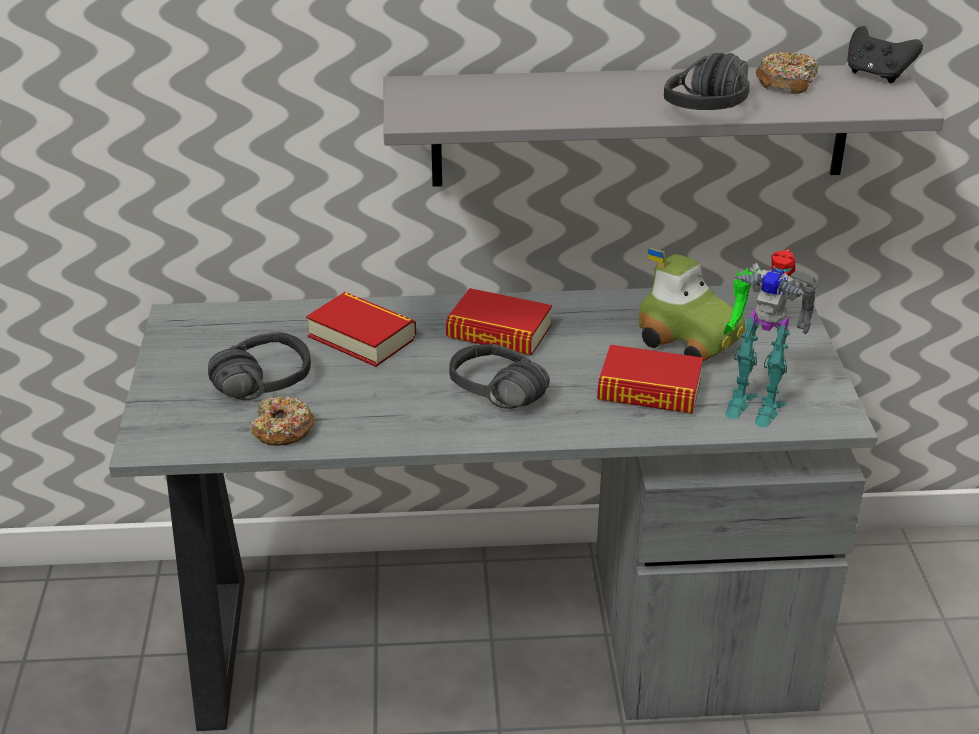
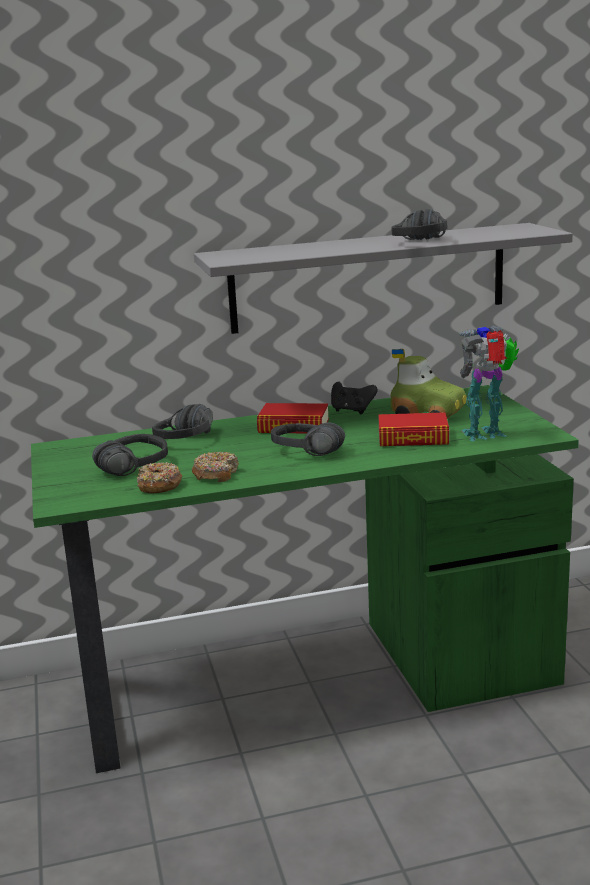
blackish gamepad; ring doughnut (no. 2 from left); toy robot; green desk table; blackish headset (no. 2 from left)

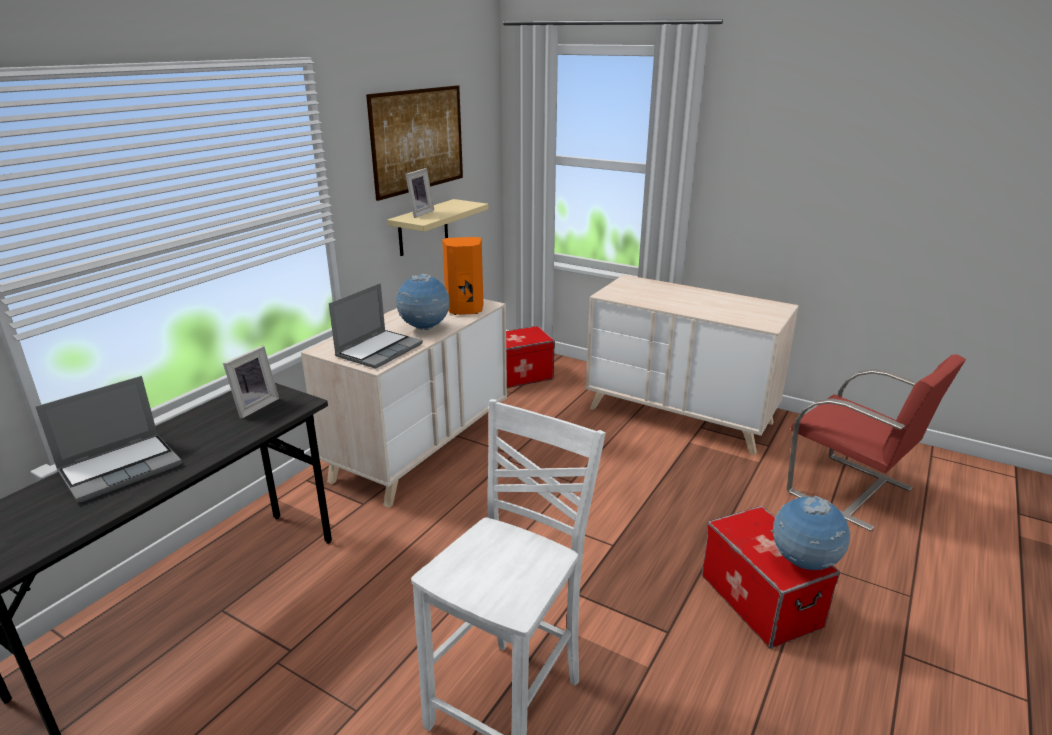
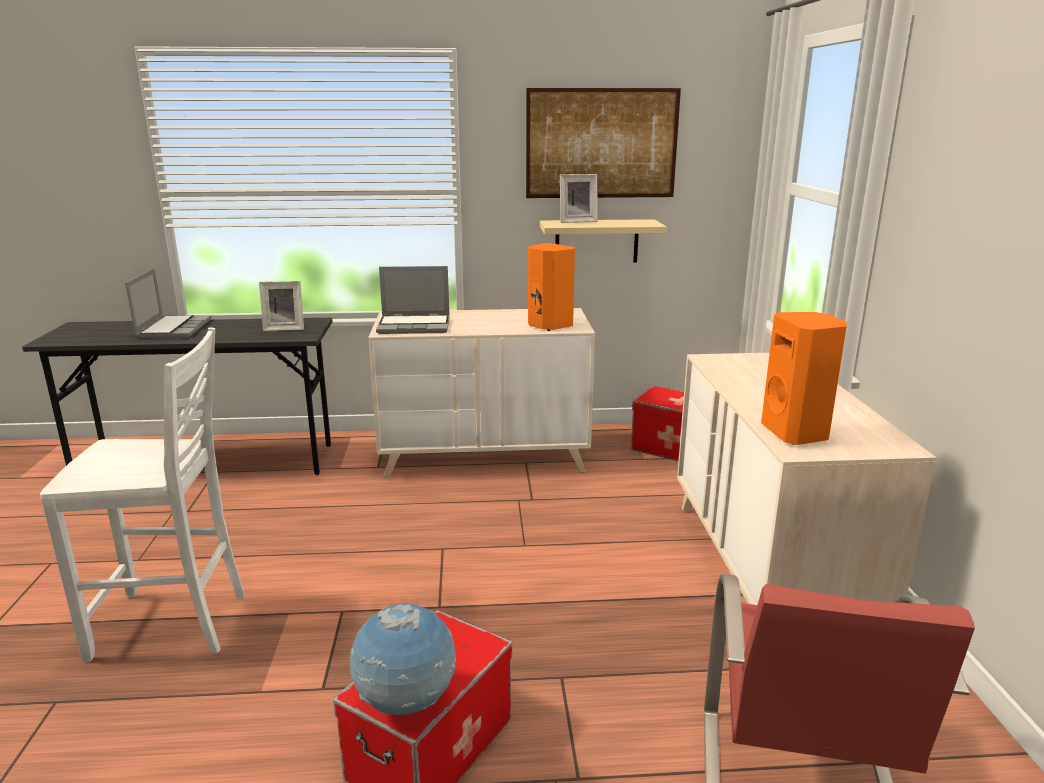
world globe (no. 1 from left in the first image); laptop (no. 1 from left); orange loudspeaker (no. 2 from left)

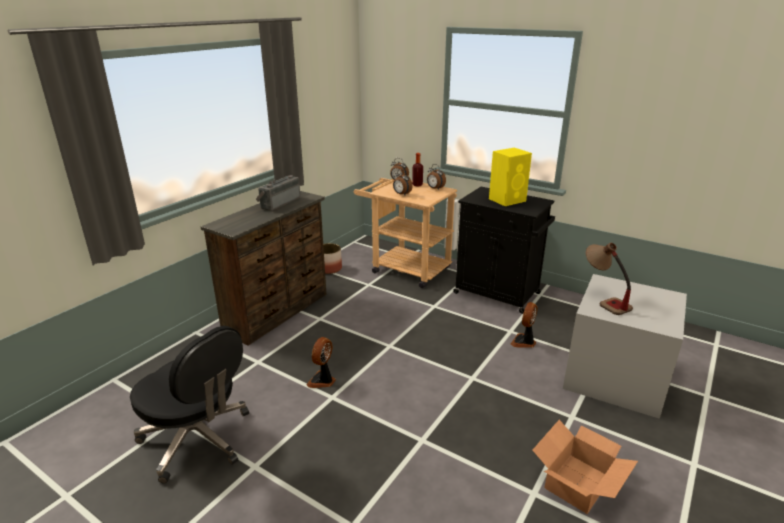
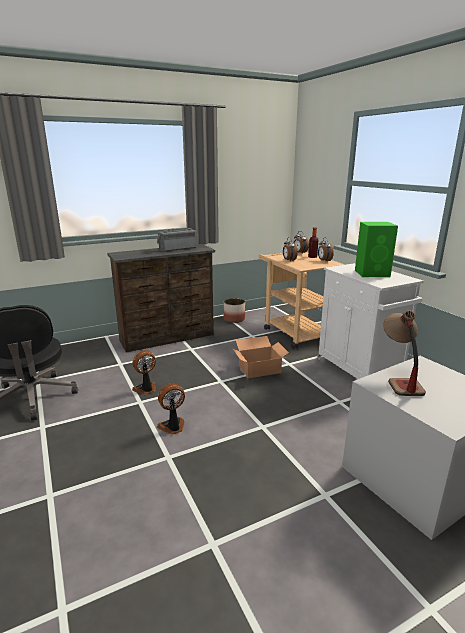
green loudspeaker; whitish storage cabinet; cooling fan (no. 2 from left); carton

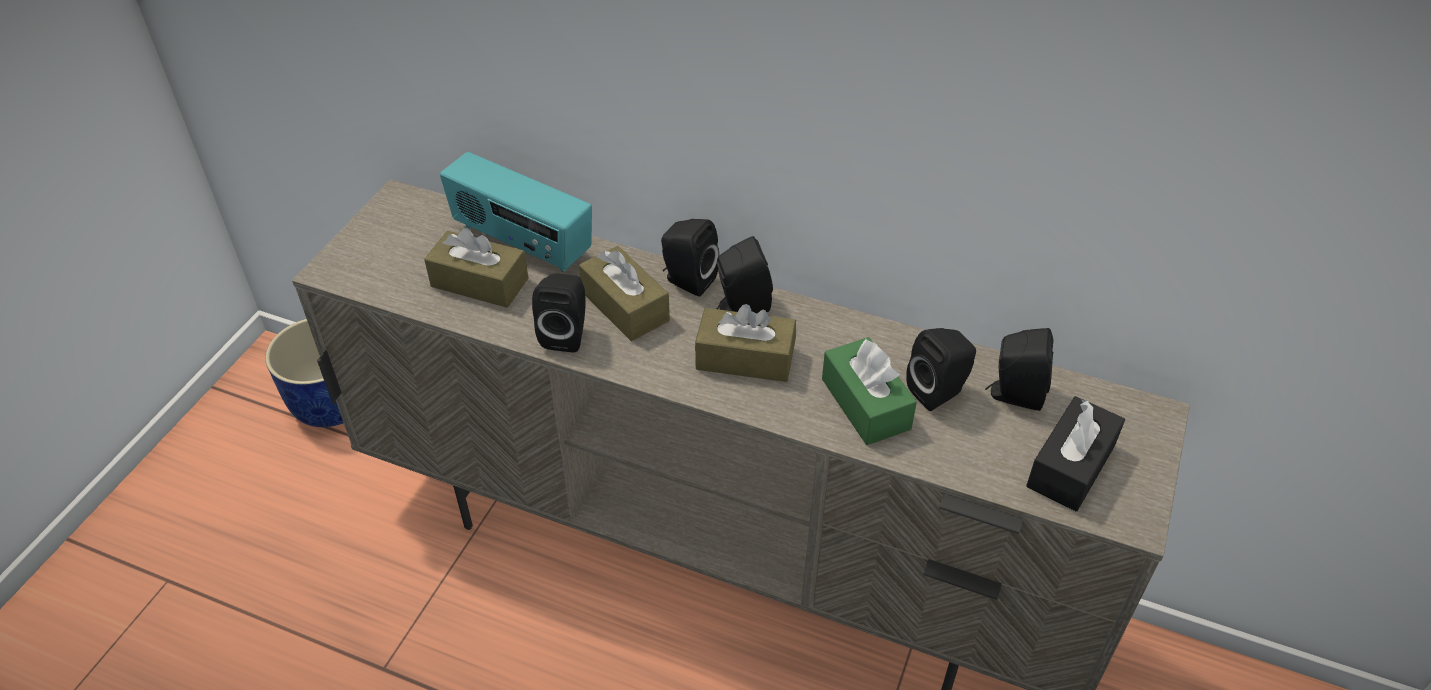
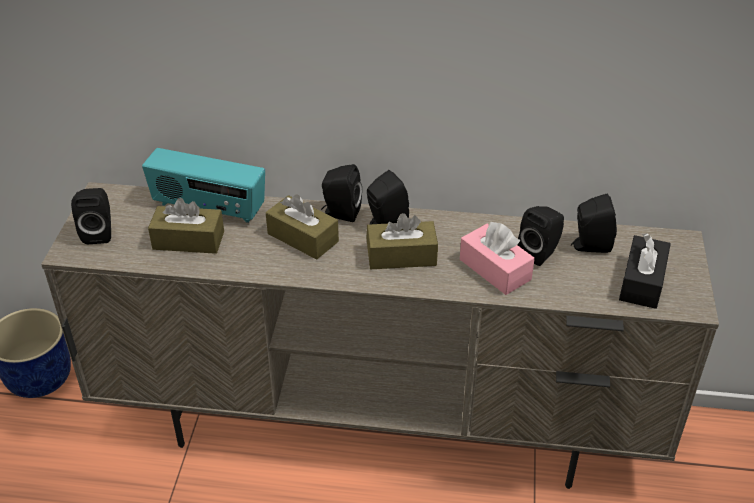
blackish loudspeaker (no. 1 from left); pinkish tissue holder

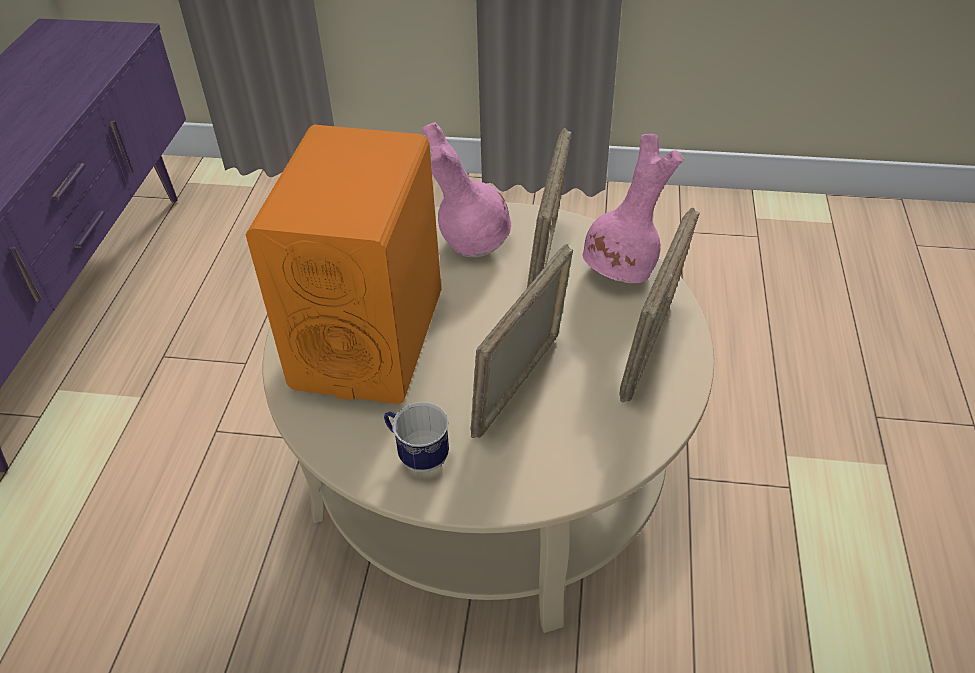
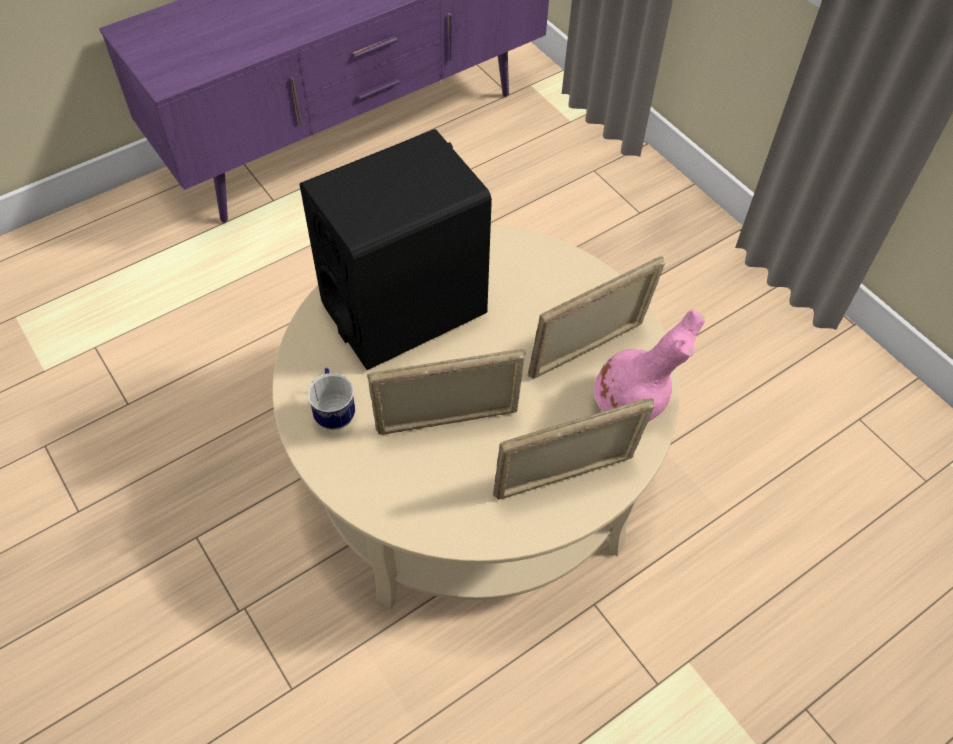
pinkish flower vase (no. 1 from left in the first image); blackish loudspeaker

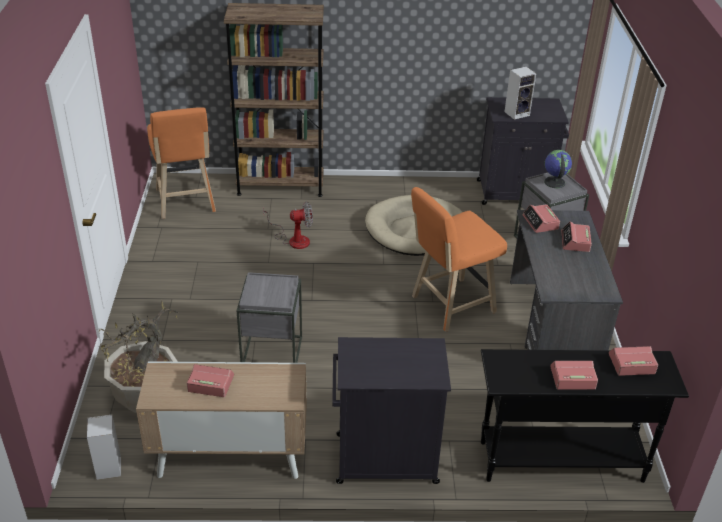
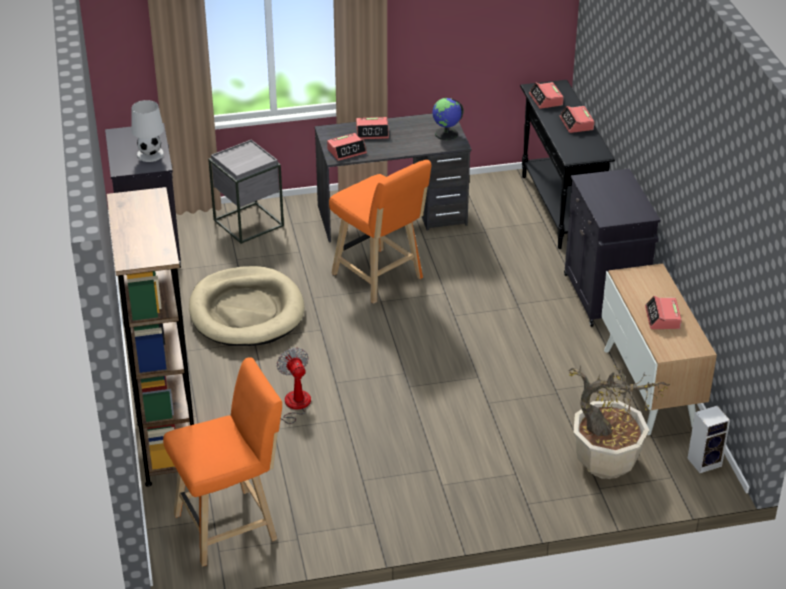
whitish table lamp; world globe; greyish side table (no. 1 from left in the first image)

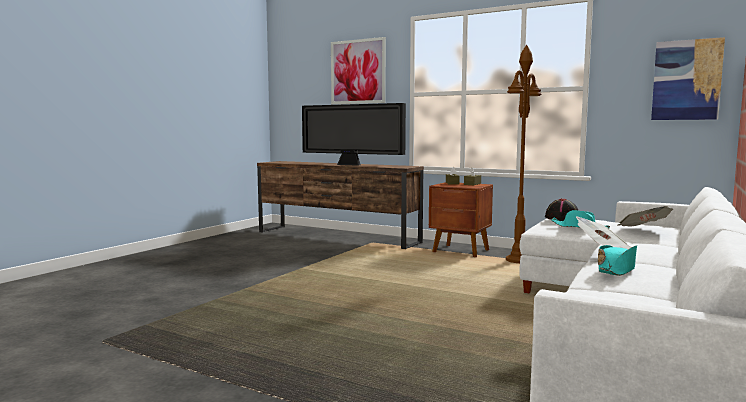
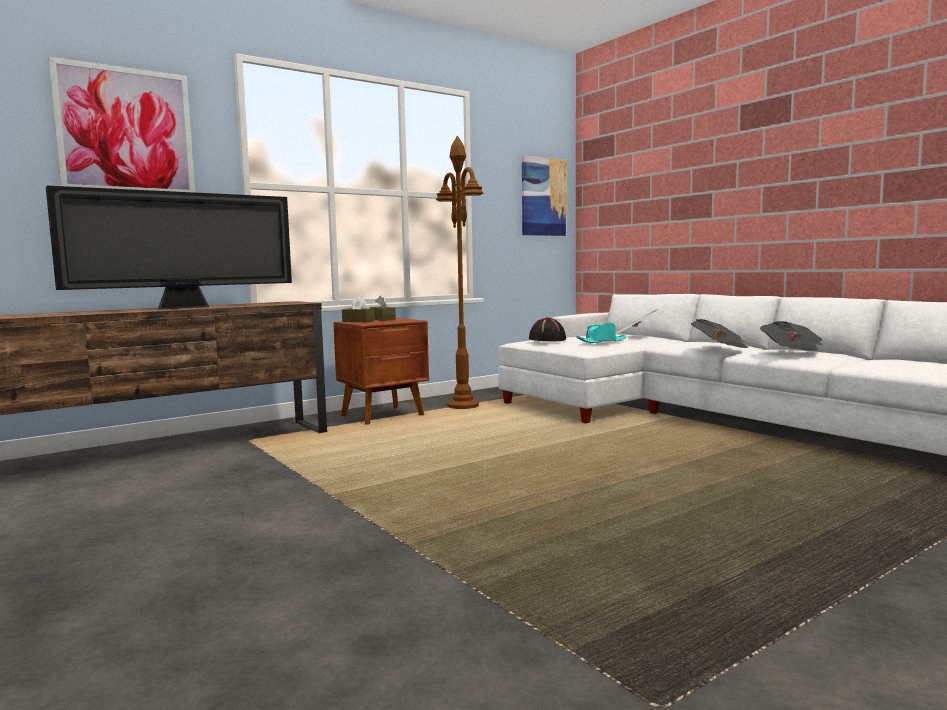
newspaper (no. 3 from left)

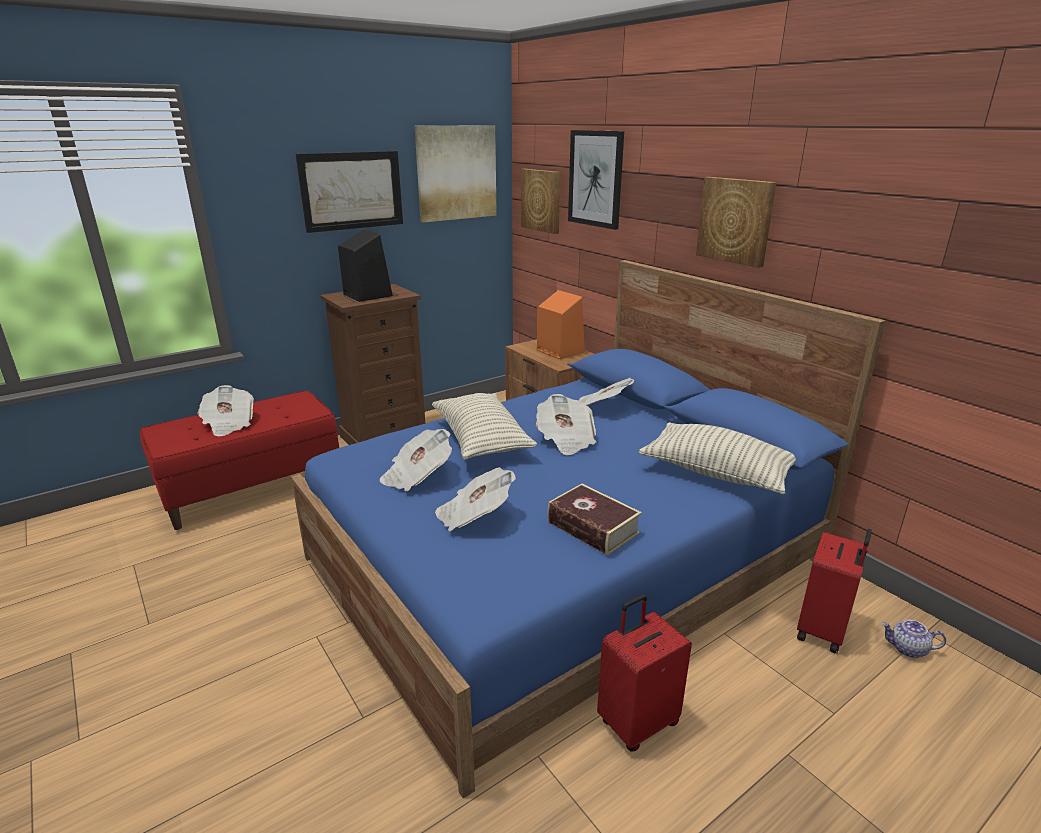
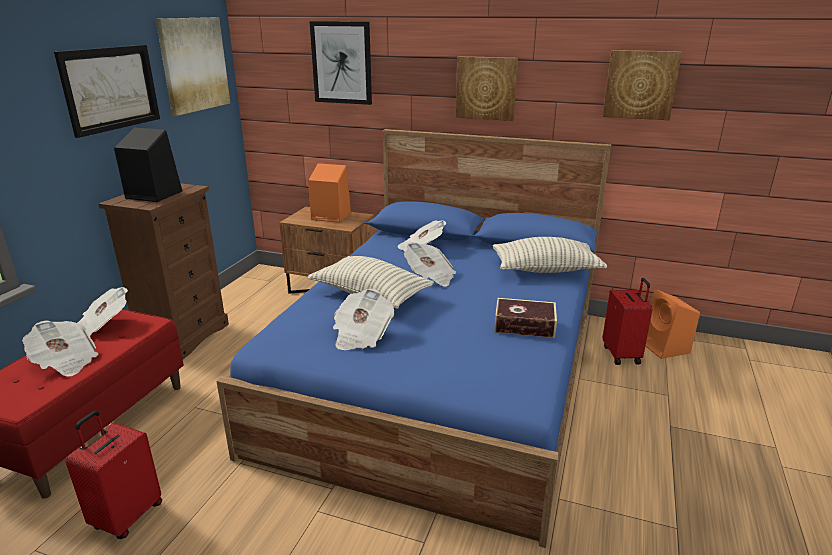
picture (no. 5 from left); newspaper (no. 2 from left); red suitcase (no. 1 from left); orange loudspeaker (no. 2 from left)

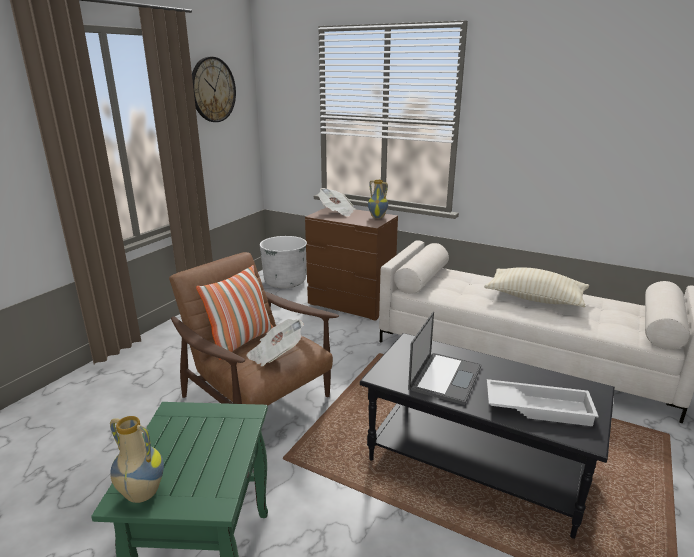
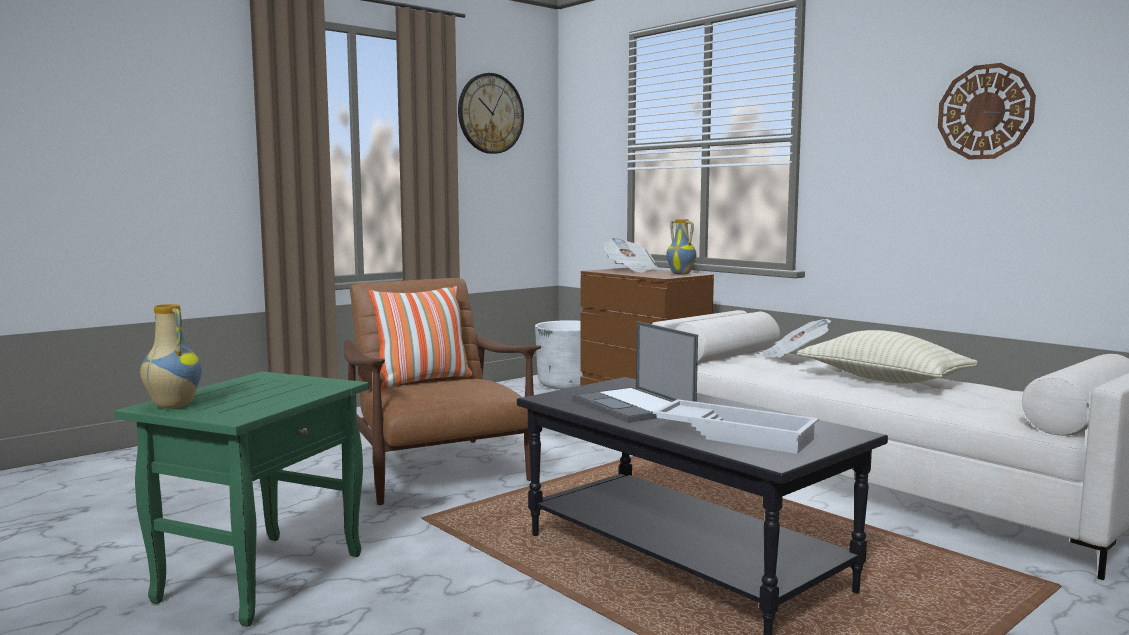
laptop; newspaper (no. 2 from left); wall clock (no. 2 from left)

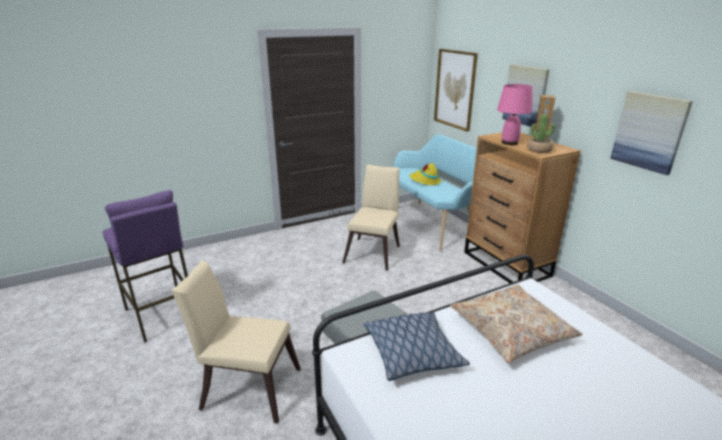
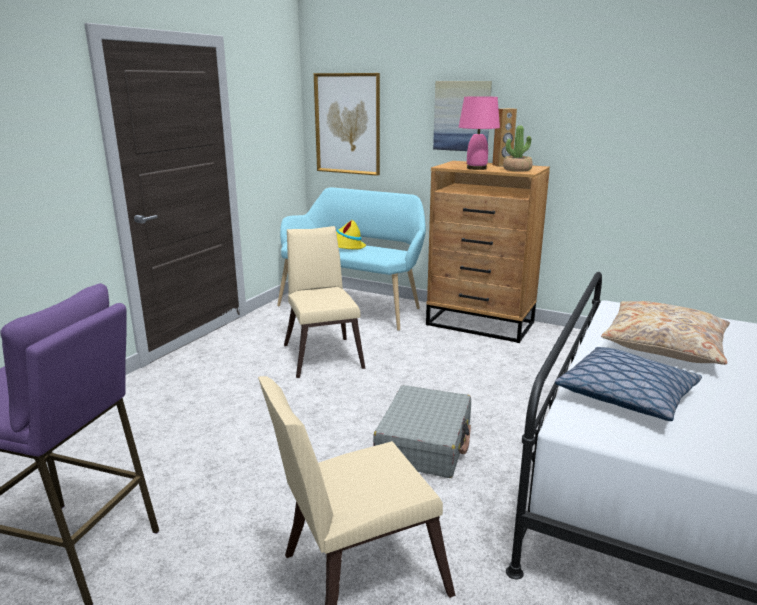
picture (no. 3 from left in the first image)

